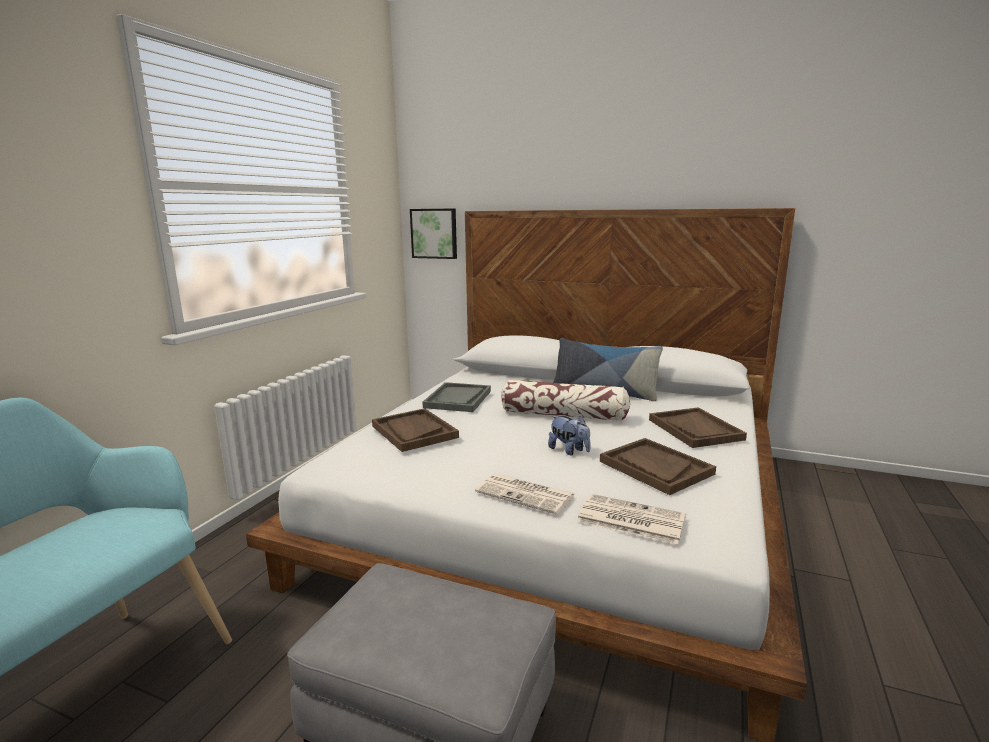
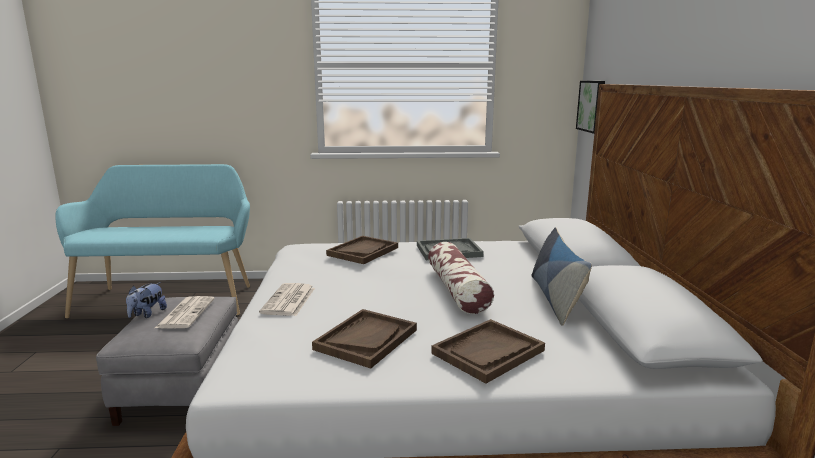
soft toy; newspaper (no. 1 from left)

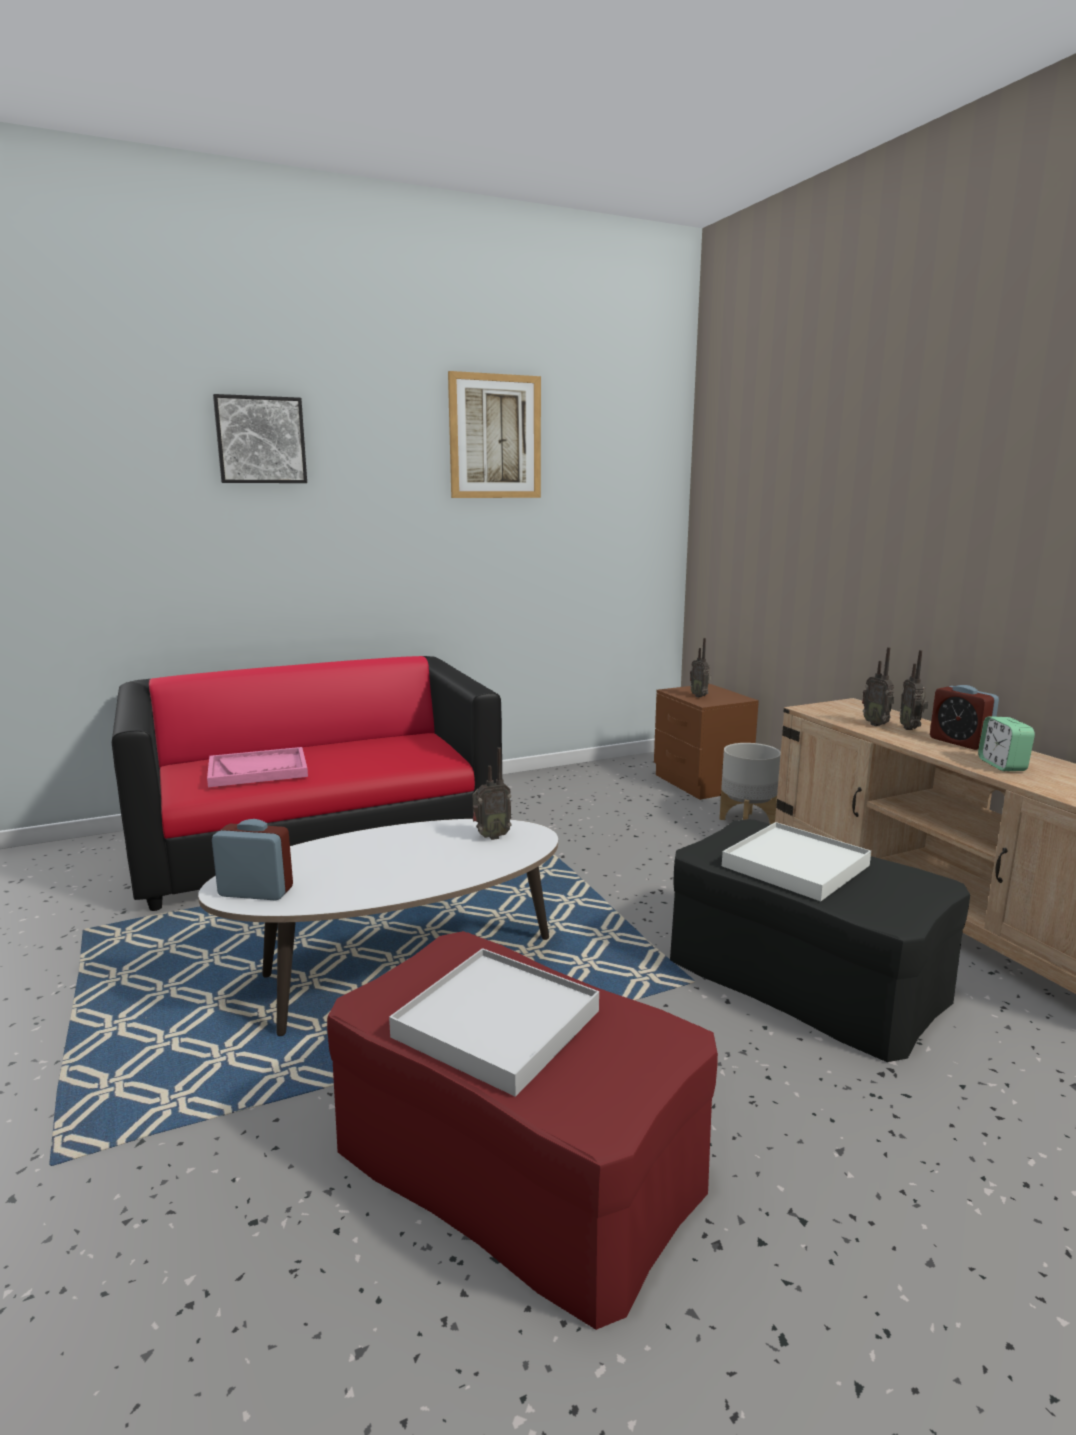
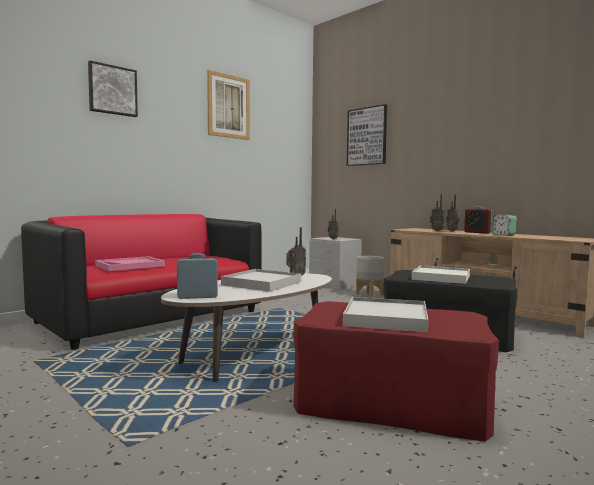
greyish night table; picture (no. 3 from left); whitish tray (no. 1 from left)

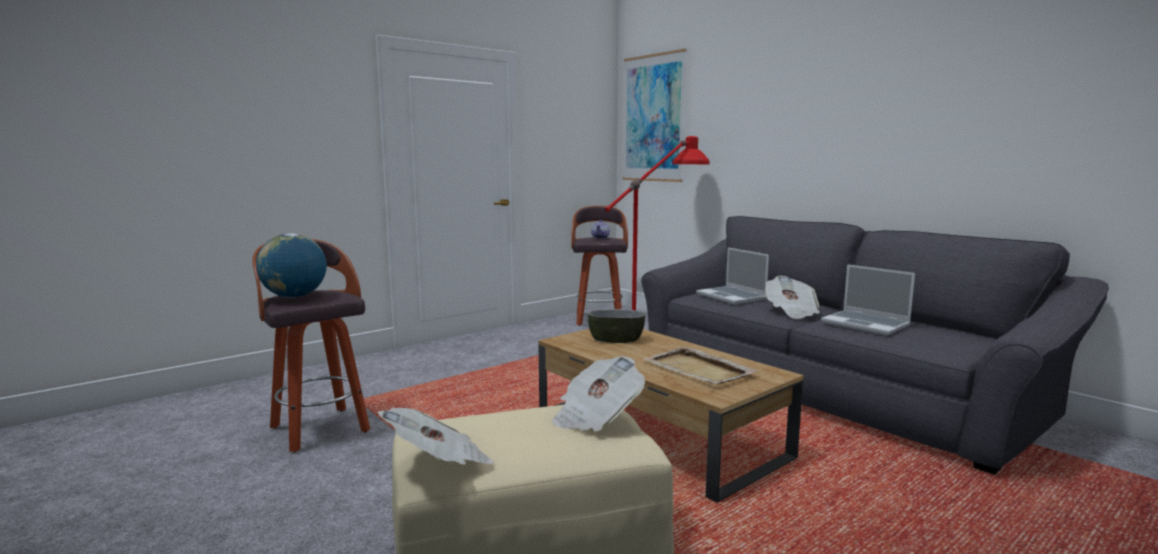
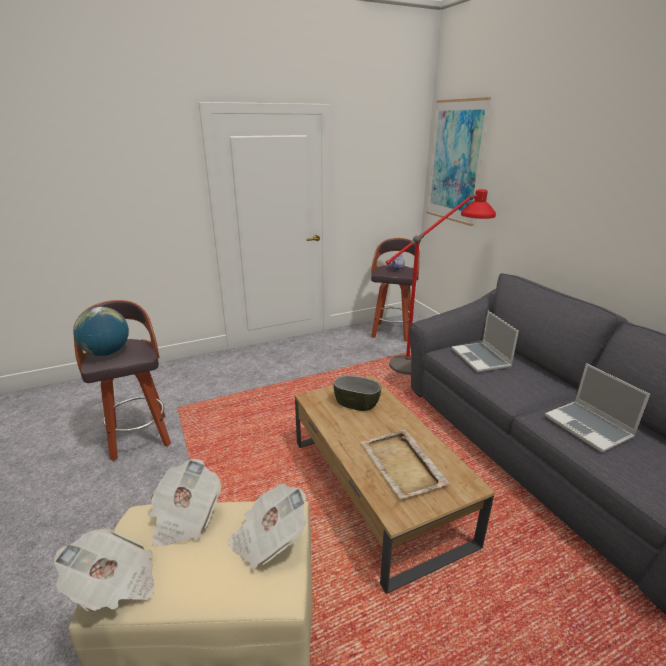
newspaper (no. 2 from left)

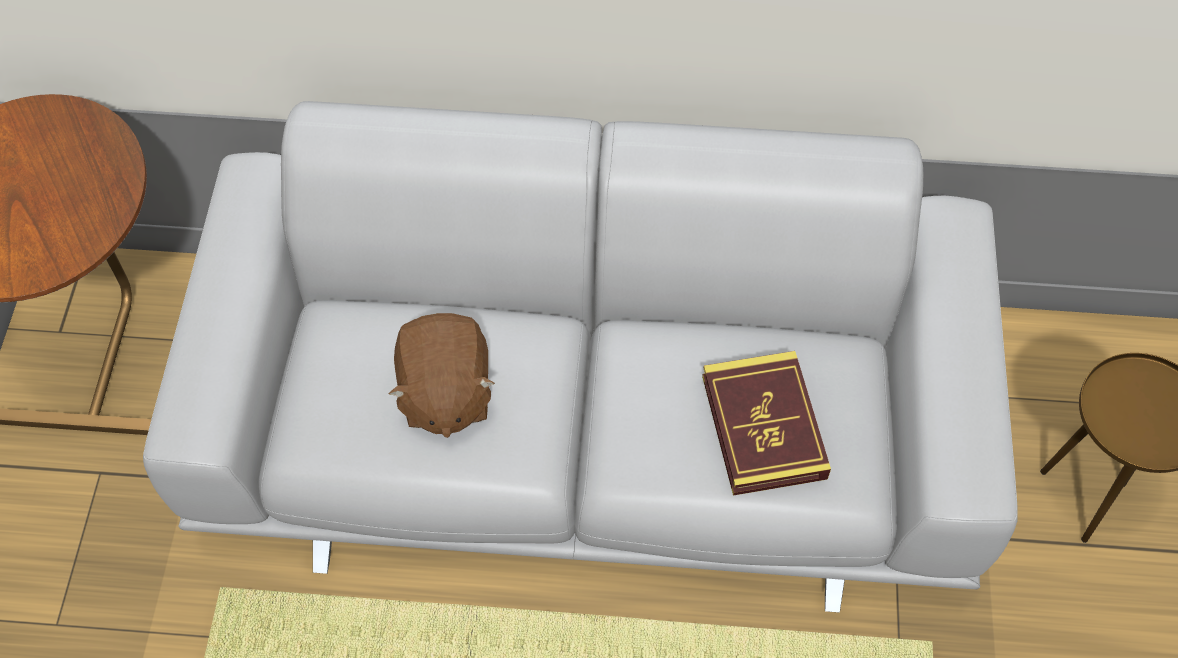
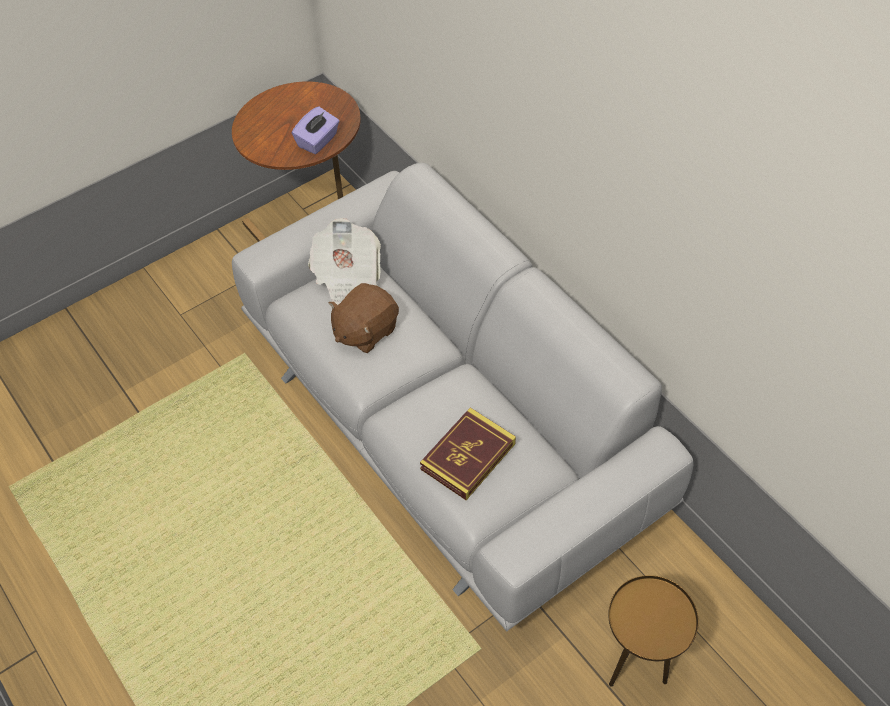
purplish tissue holder; newspaper

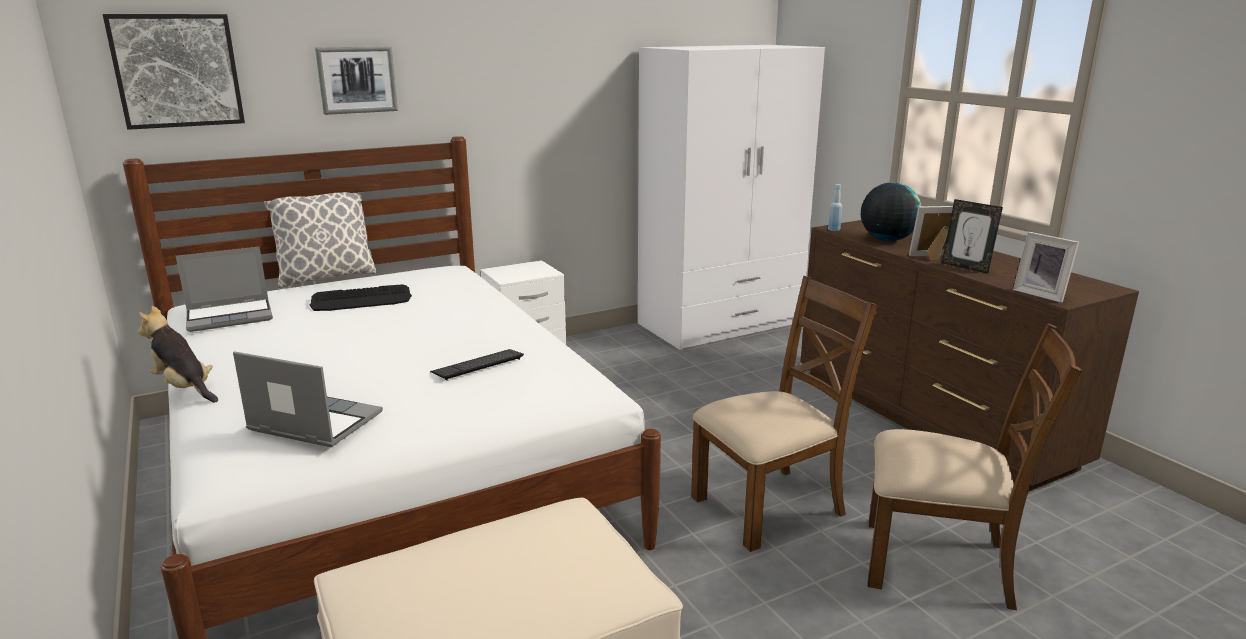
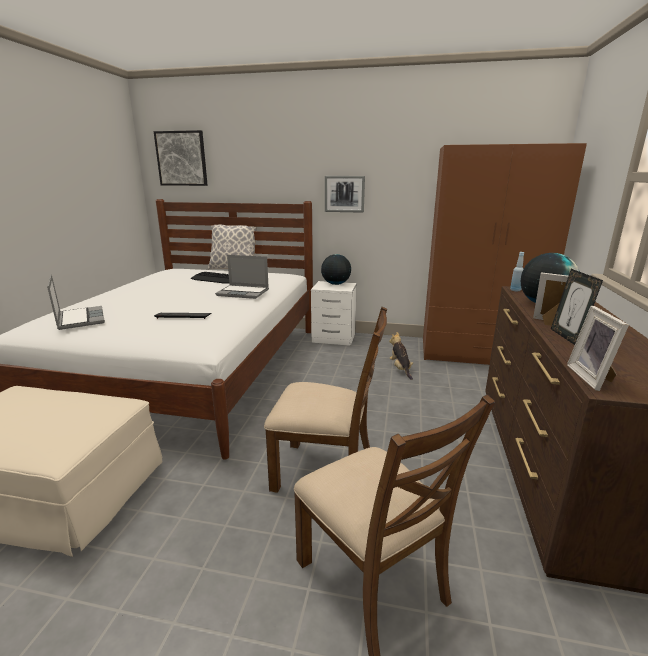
brown-coloured wardrobe; picture (no. 2 from left); laptop (no. 2 from left); soft toy; world globe (no. 1 from left)

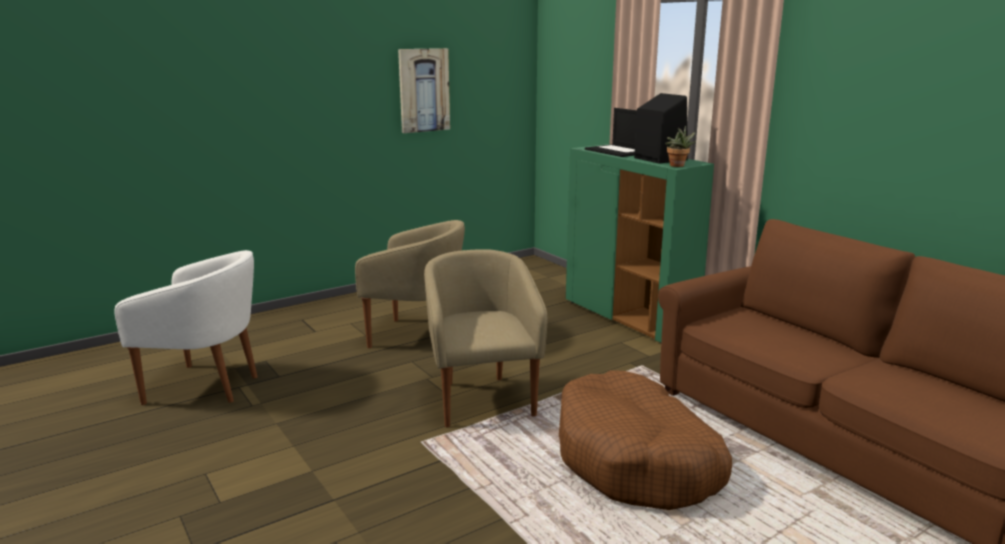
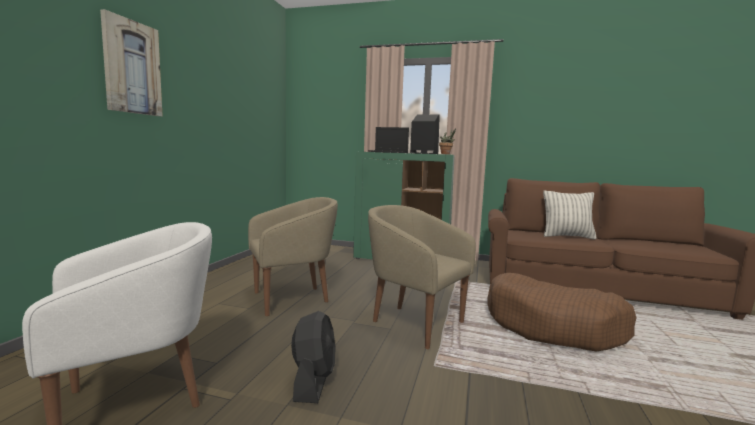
picture; pillow; blackish cooling fan

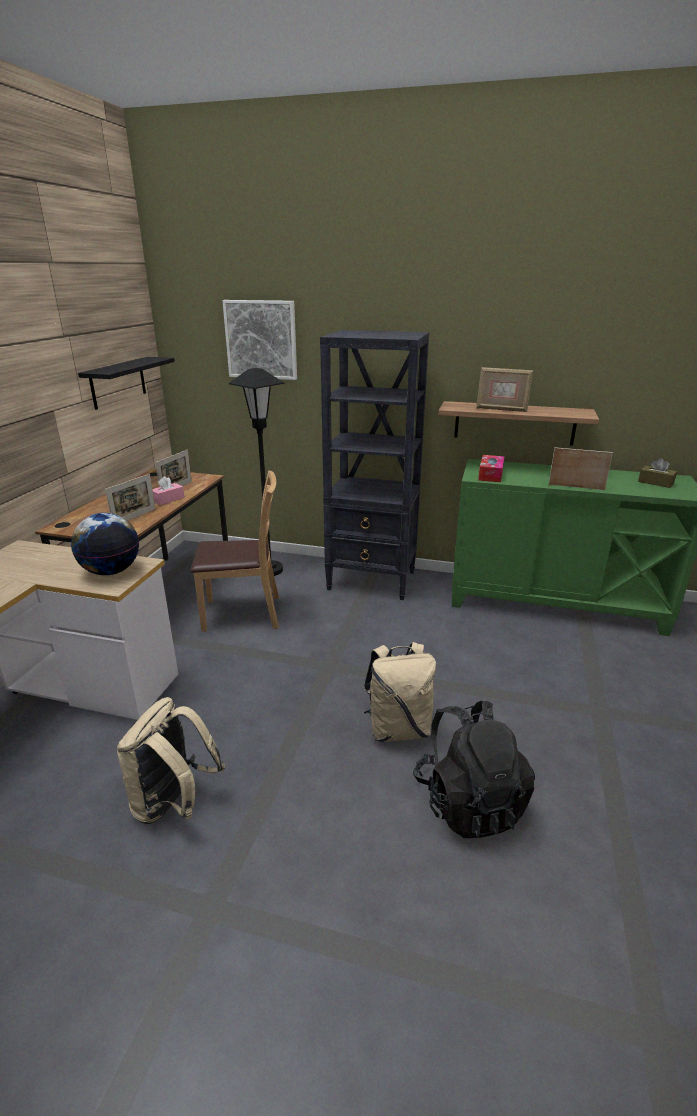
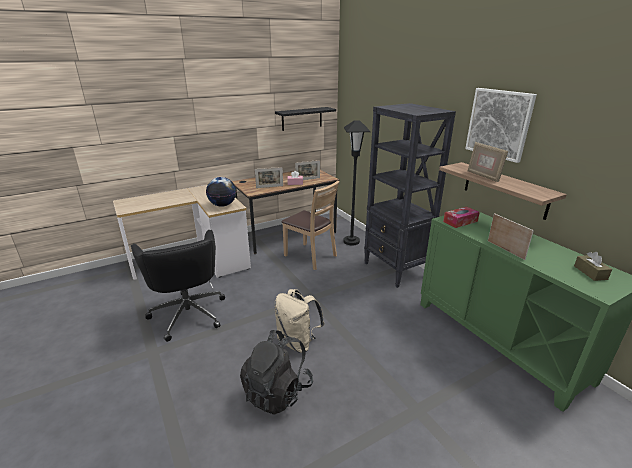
picture; blackish office chair

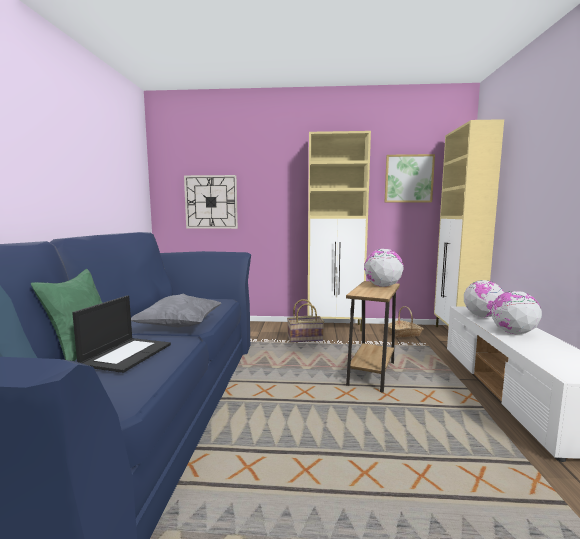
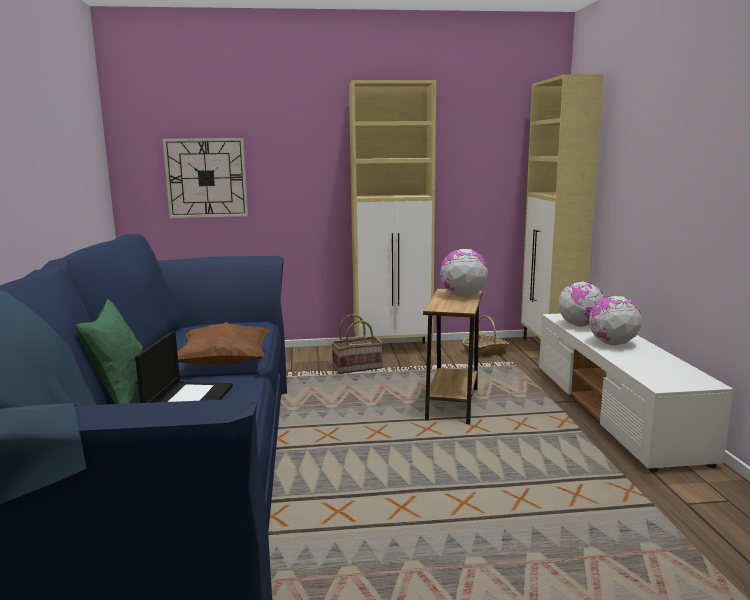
picture; brown-coloured pillow

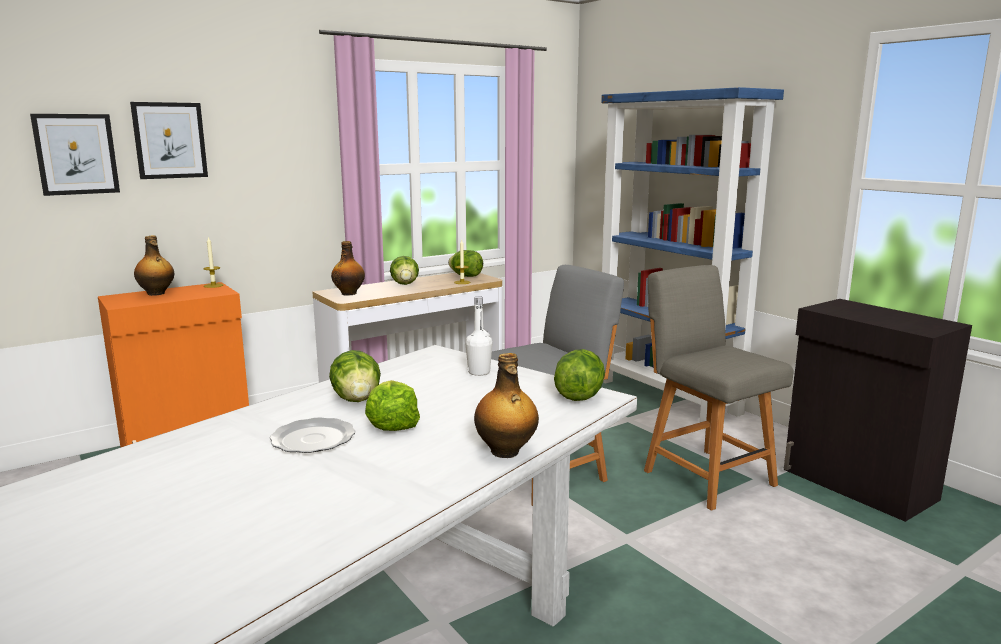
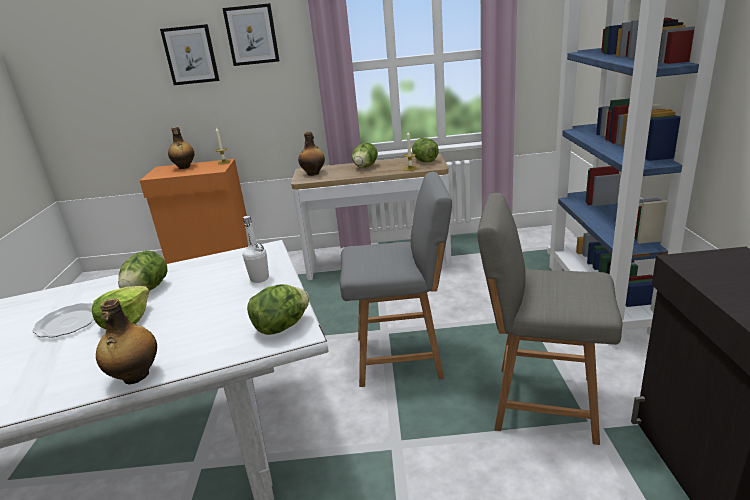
picture (no. 2 from left); greyish plain chair (no. 2 from left)

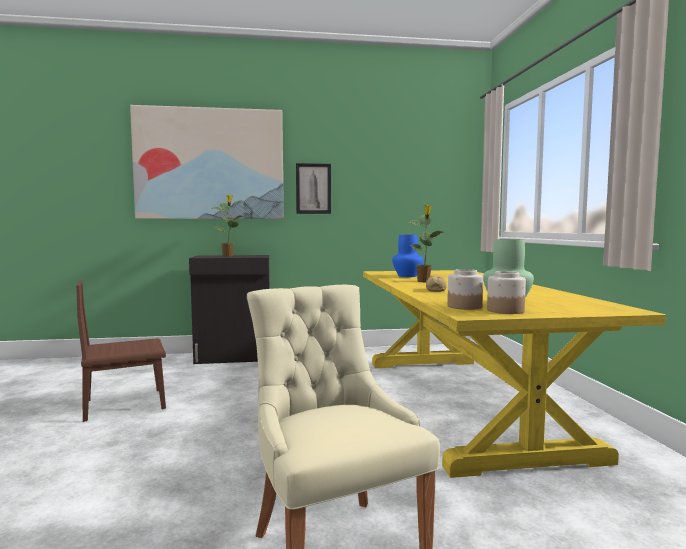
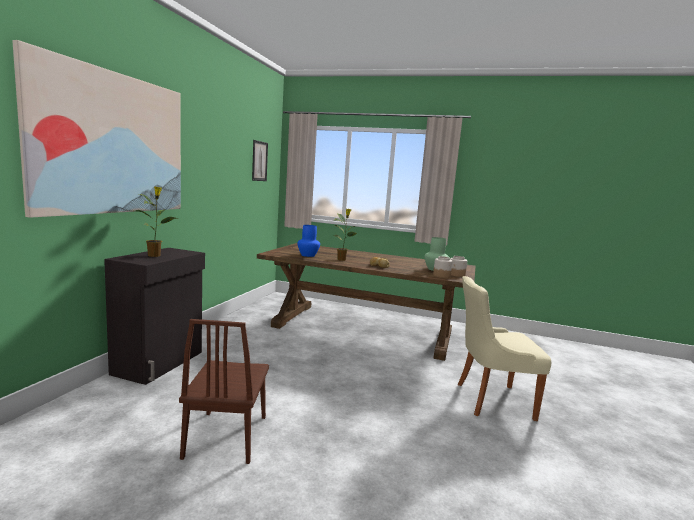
picture (no. 2 from left); brown-coloured dinner table

